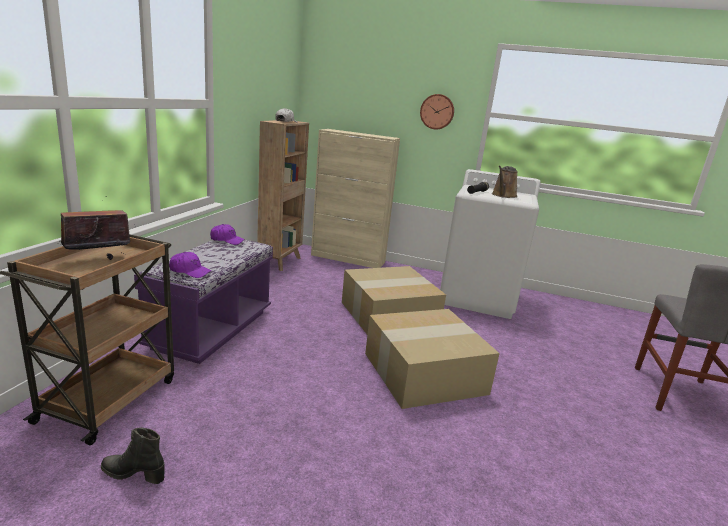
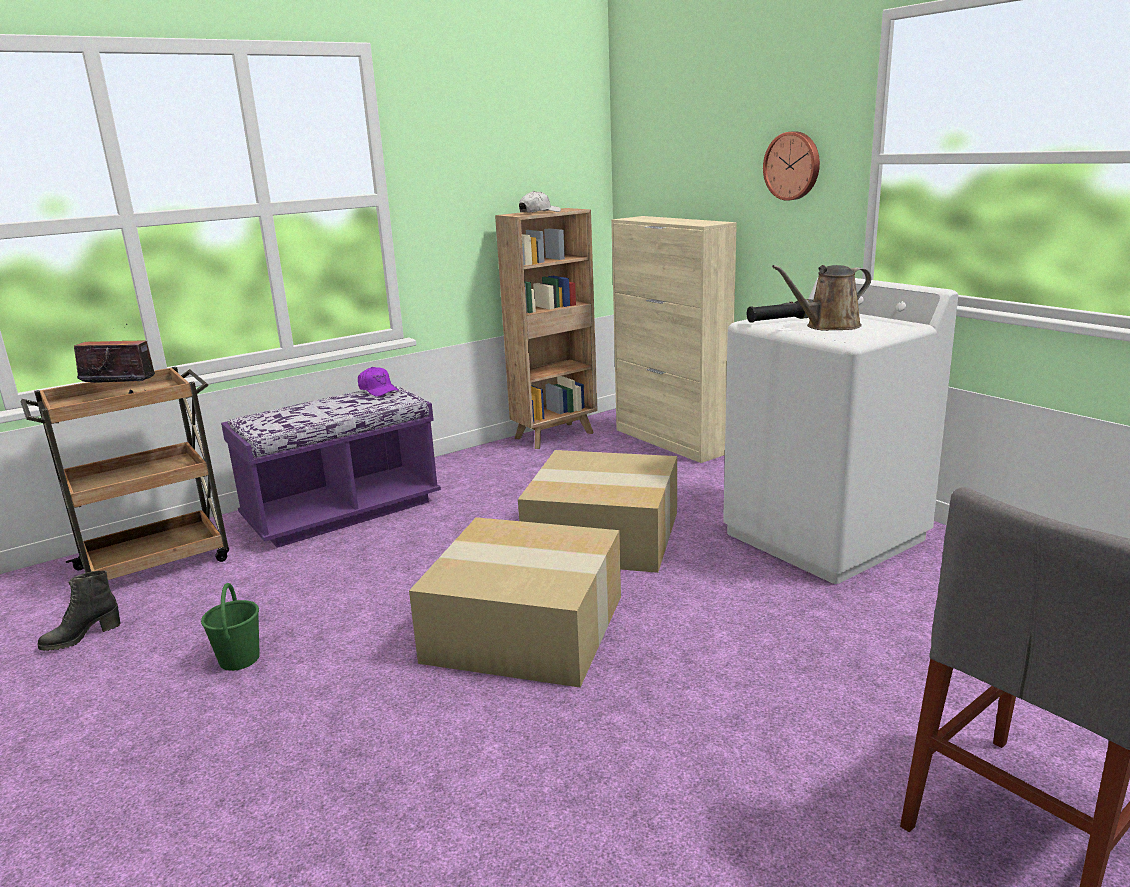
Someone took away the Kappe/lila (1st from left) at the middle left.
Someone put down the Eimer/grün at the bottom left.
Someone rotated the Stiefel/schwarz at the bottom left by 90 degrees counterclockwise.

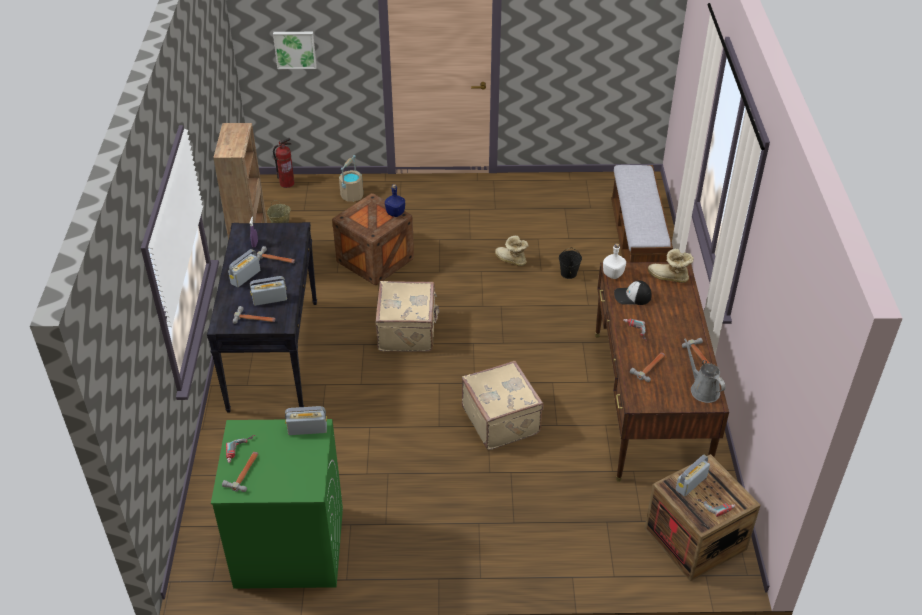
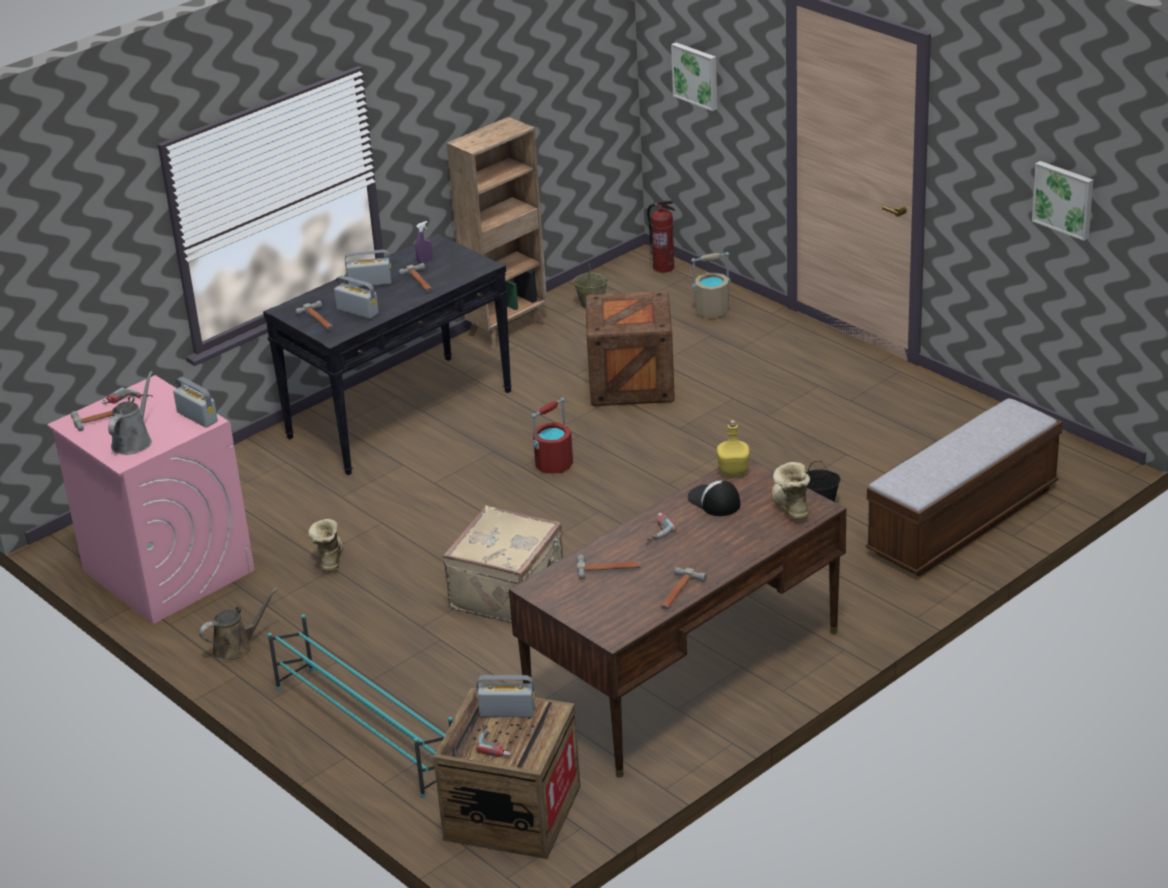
Someone took away the Flasche/blau at the top centre.
Someone put down the Gießkanne/braun at the bottom left.
Someone put down the Schuhregal/türkis at the bottom left.
Someone put up the Bild (2nd from left) at the top right.
Someone carried the Stiefel (1st from left) from the centre to the middle left.
Someone carried the Gießkanne/grau from the middle right to the middle left.
Someone swapped the Koffer/beige (1st from left) at the centre for the Eimer/rot at the centre.
Someone repainted the Waschmaschine/grün at the bottom left, which became the Waschmaschine/rosa at the middle left.
Someone repainted the Flasche/weiß at the centre, which became the Flasche/gelb at the centre.

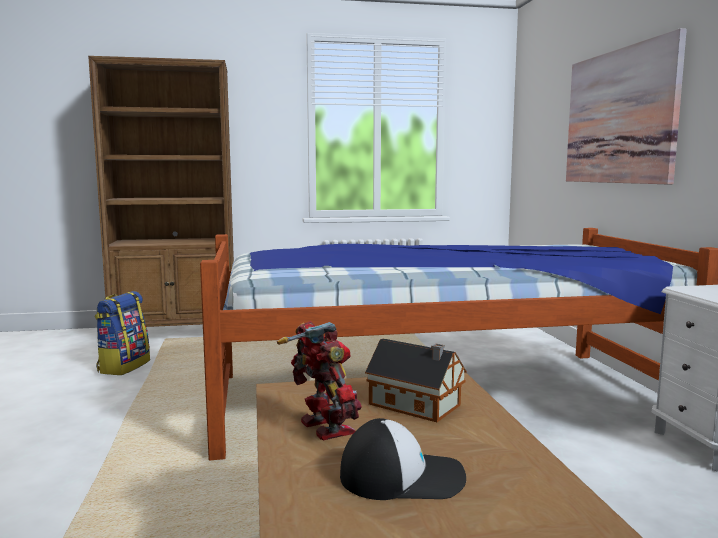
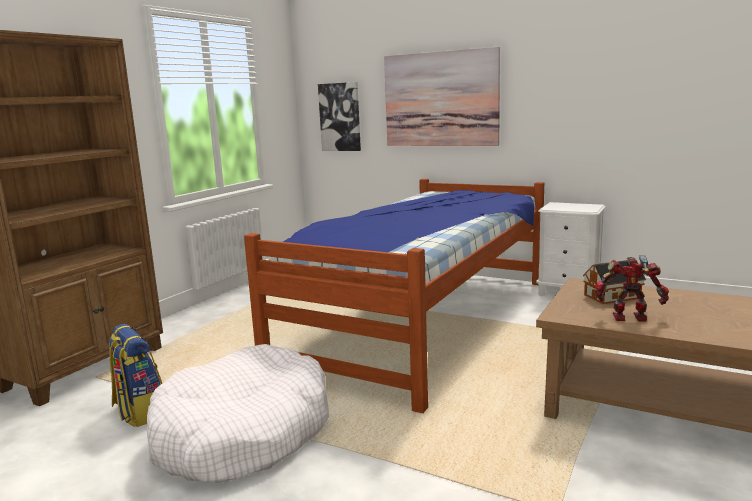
Someone took away the Kappe at the bottom centre.
Someone put down the Hundebett/weiß at the bottom left.
Someone put up the Bild (1st from left) at the top centre.

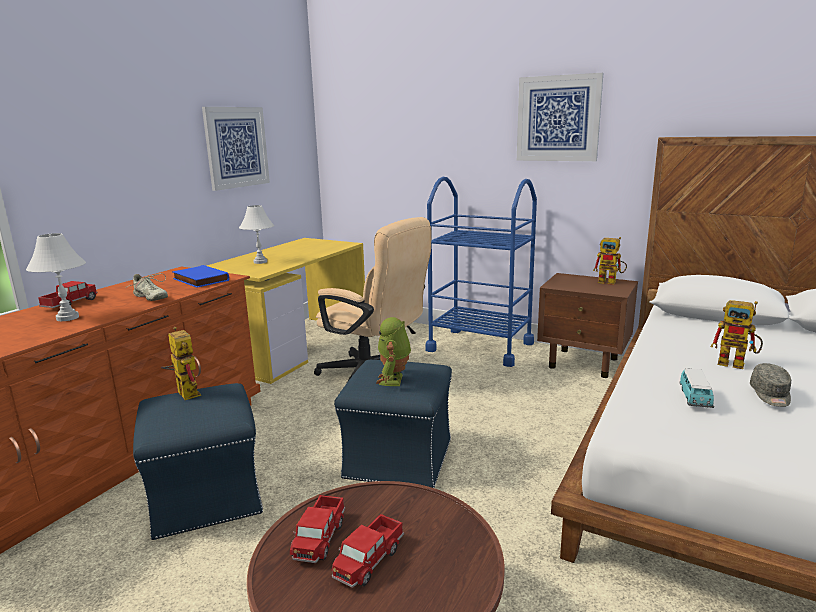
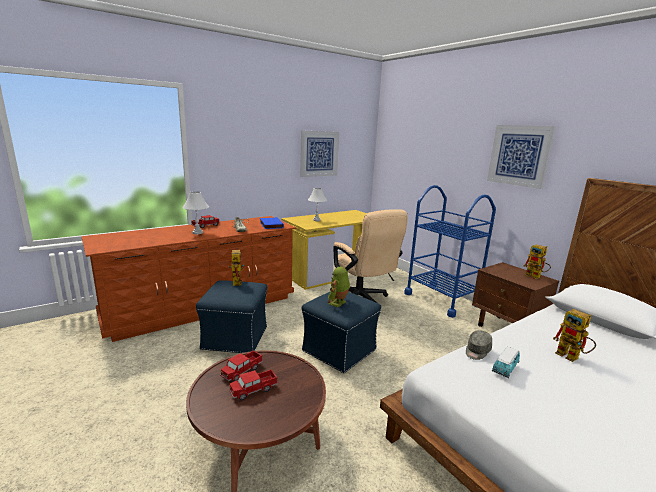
Someone carried the Kappe/grau from the middle right to the bottom right.

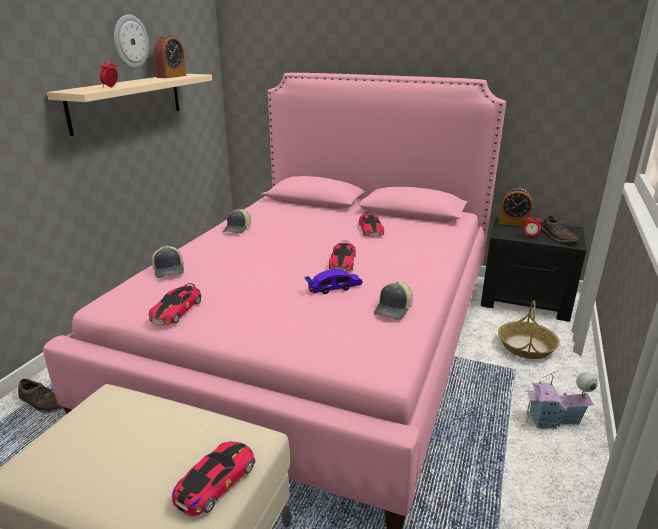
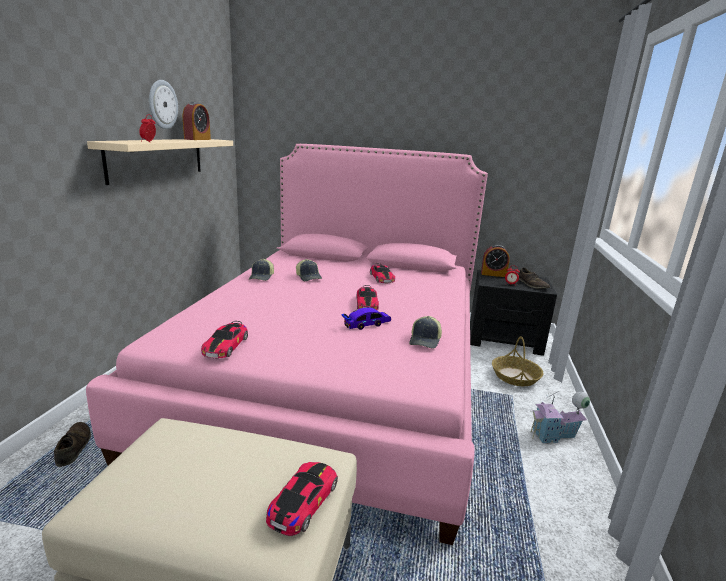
Someone carried the Kappe (1st from left in the first image) from the middle left to the centre.
Someone rotated the Schuh/braun (1st from left) at the bottom left by 120 degrees counterclockwise.

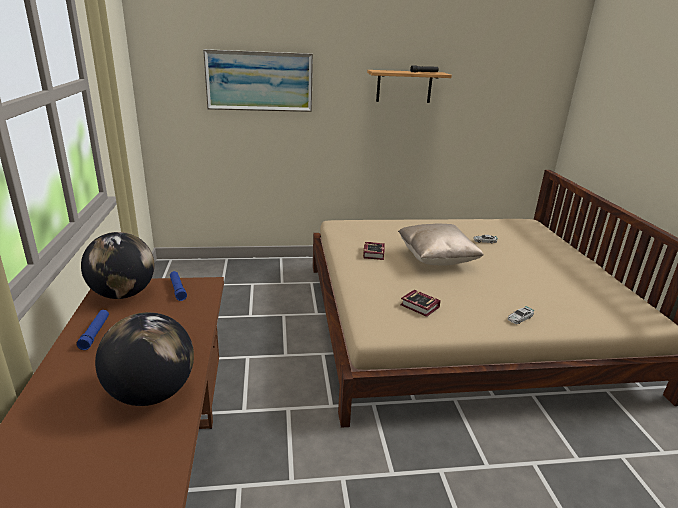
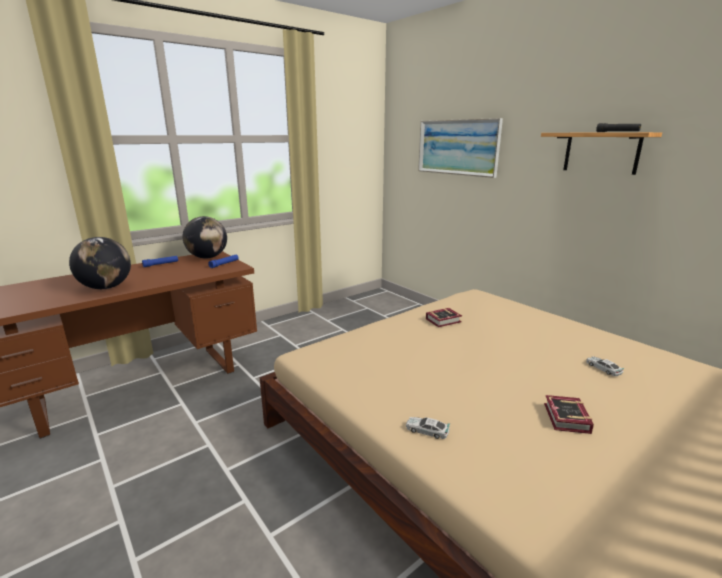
Someone took away the Kissen/beige at the centre.
Someone carried the Buch (2nd from left) from the centre to the bottom right.

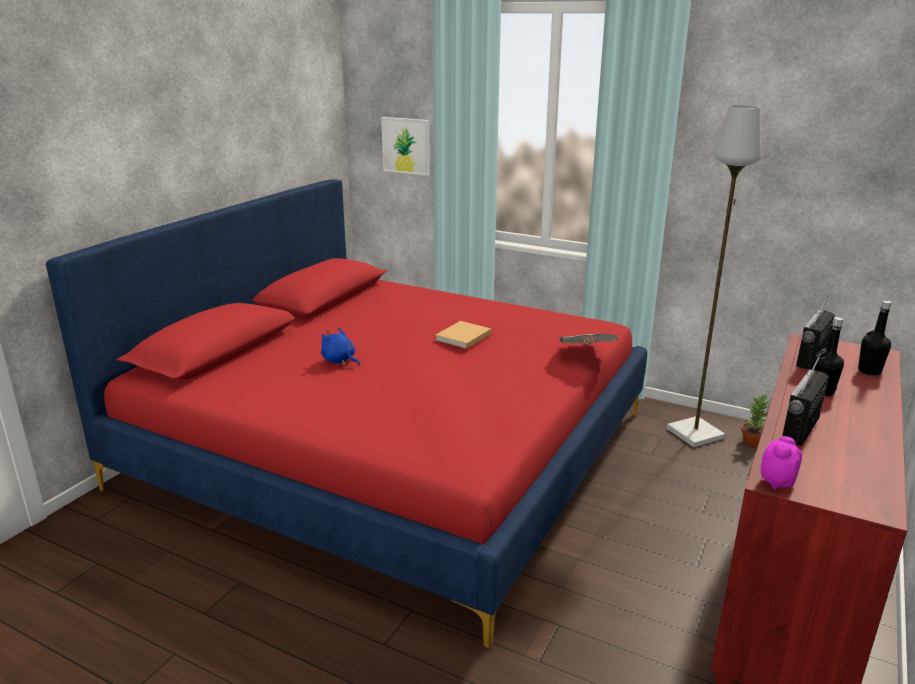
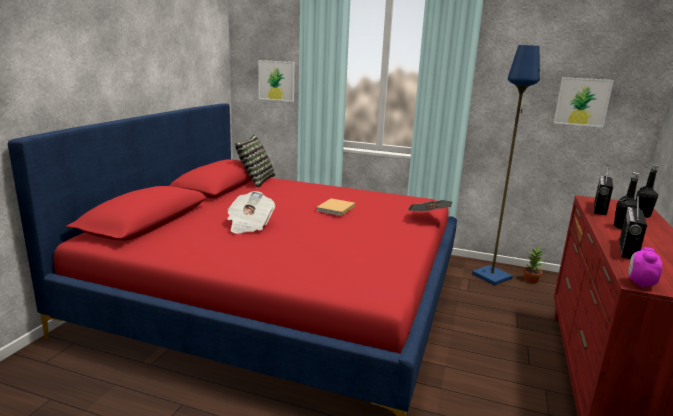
Someone put down the Kissen at the centre.
Someone put up the Bild (2nd from left) at the top right.
Someone swapped the Plüschtier/blau at the centre for the Zeitung (1st from left) at the centre.
Someone repainted the Stehlampe/grau at the middle right, which became the Stehlampe/blau at the middle right.

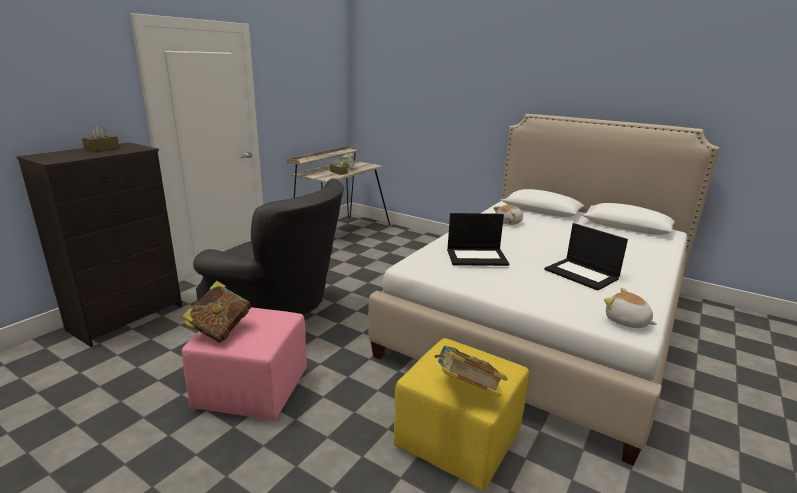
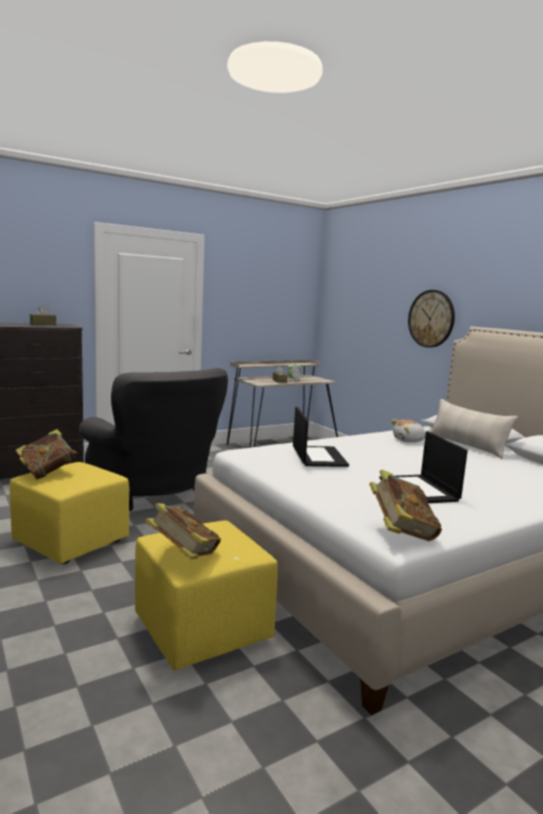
Someone put up the Wanduhr at the middle right.
Someone put down the Kissen/beige at the middle right.
Someone swapped the Plüschtier (2nd from left) at the middle right for the Buch (3rd from left) at the middle right.
Someone repainted the Polsterhocker/rosa at the bottom left, which became the Polsterhocker/gelb (1st from left) at the middle left.
Someone rotated the Laptop (1st from left) at the centre by 120 degrees counterclockwise.

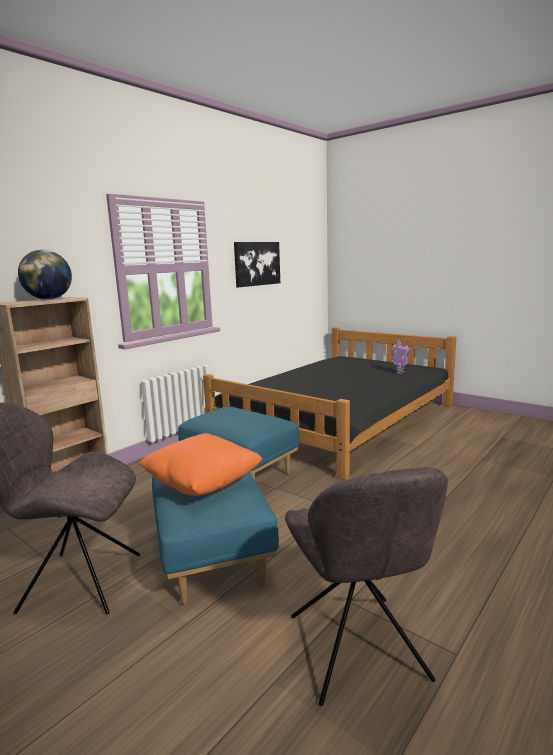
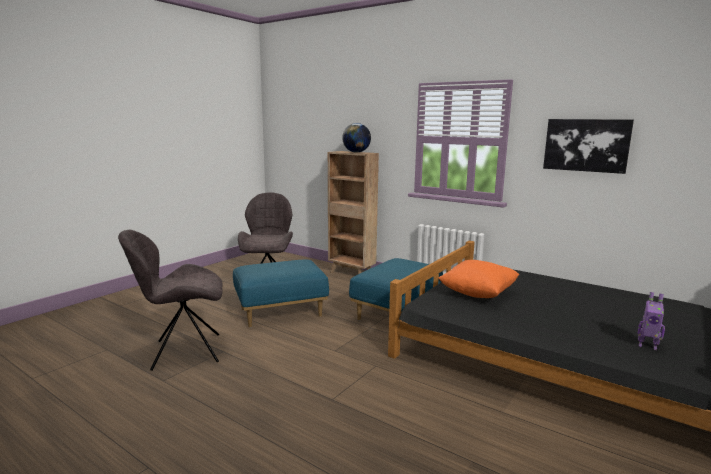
Someone carried the Kissen/orange from the centre to the middle right.

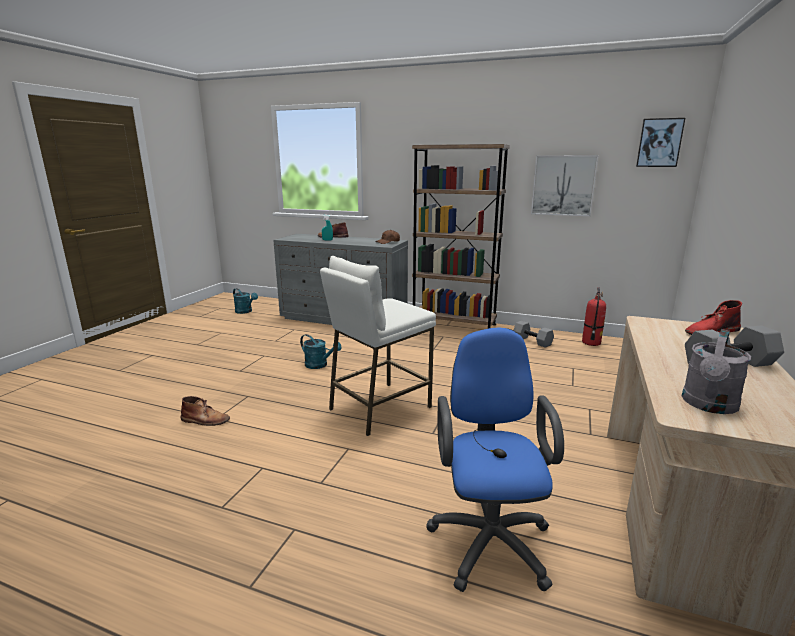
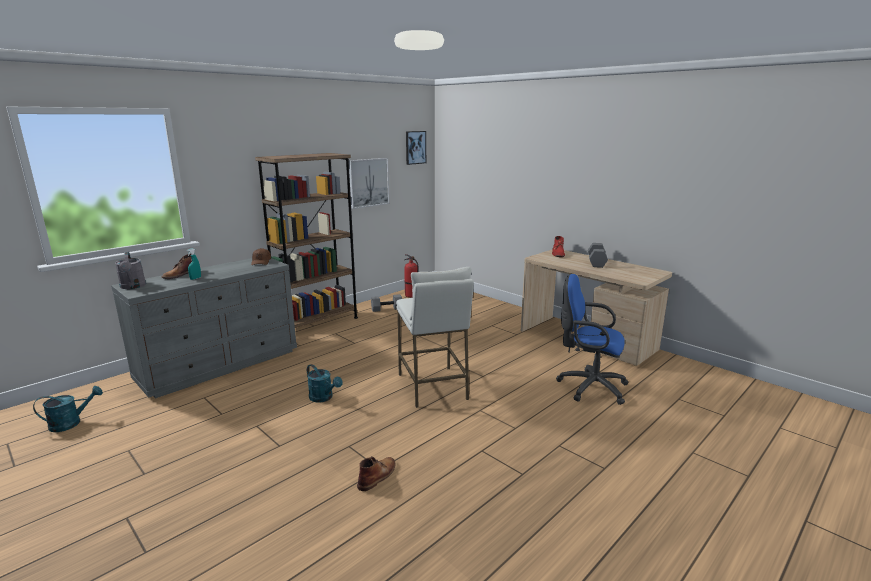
Someone carried the Gießkanne/grau from the middle right to the middle left.
Someone rotated the Gießkanne/türkis (2nd from left) at the centre by 75 degrees clockwise.

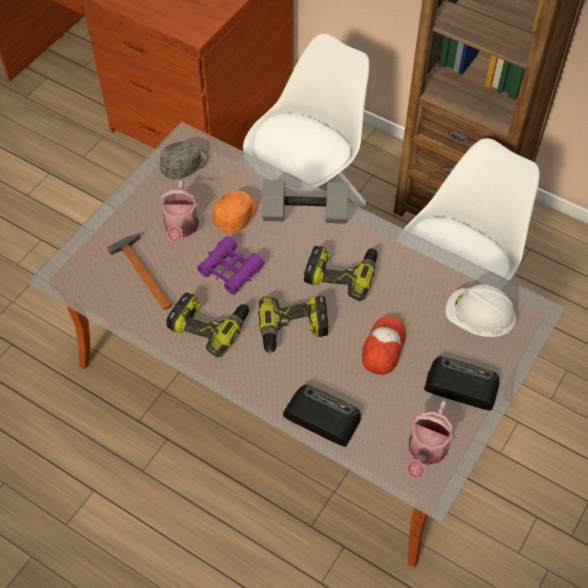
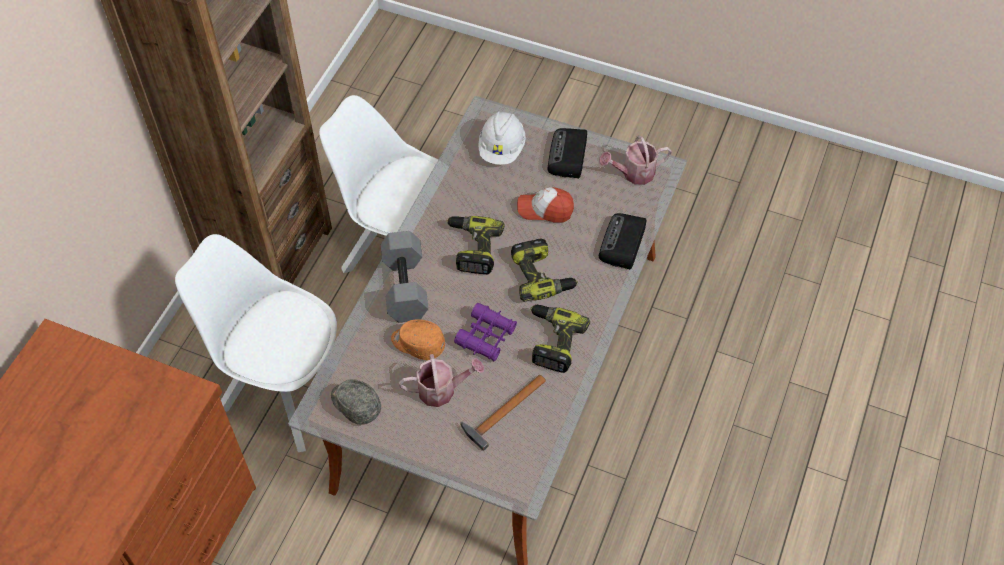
Someone rotated the Gießkanne (2nd from left) at the bottom right by 150 degrees clockwise.

